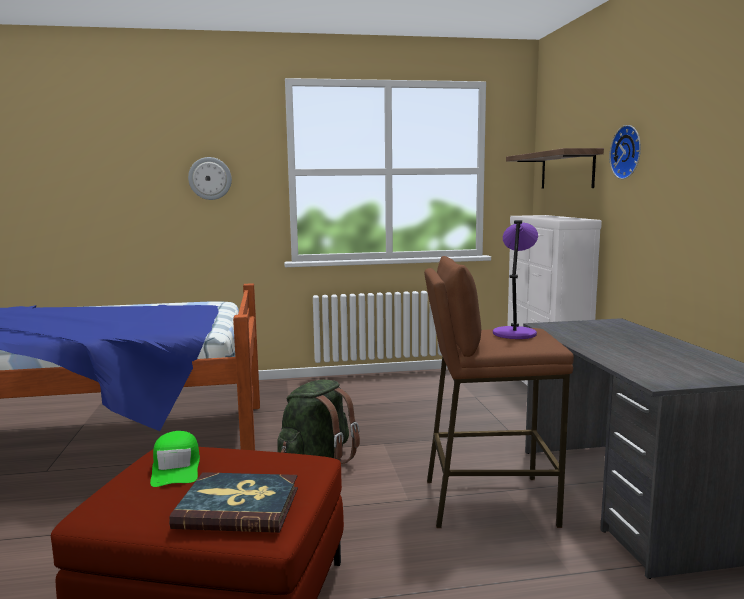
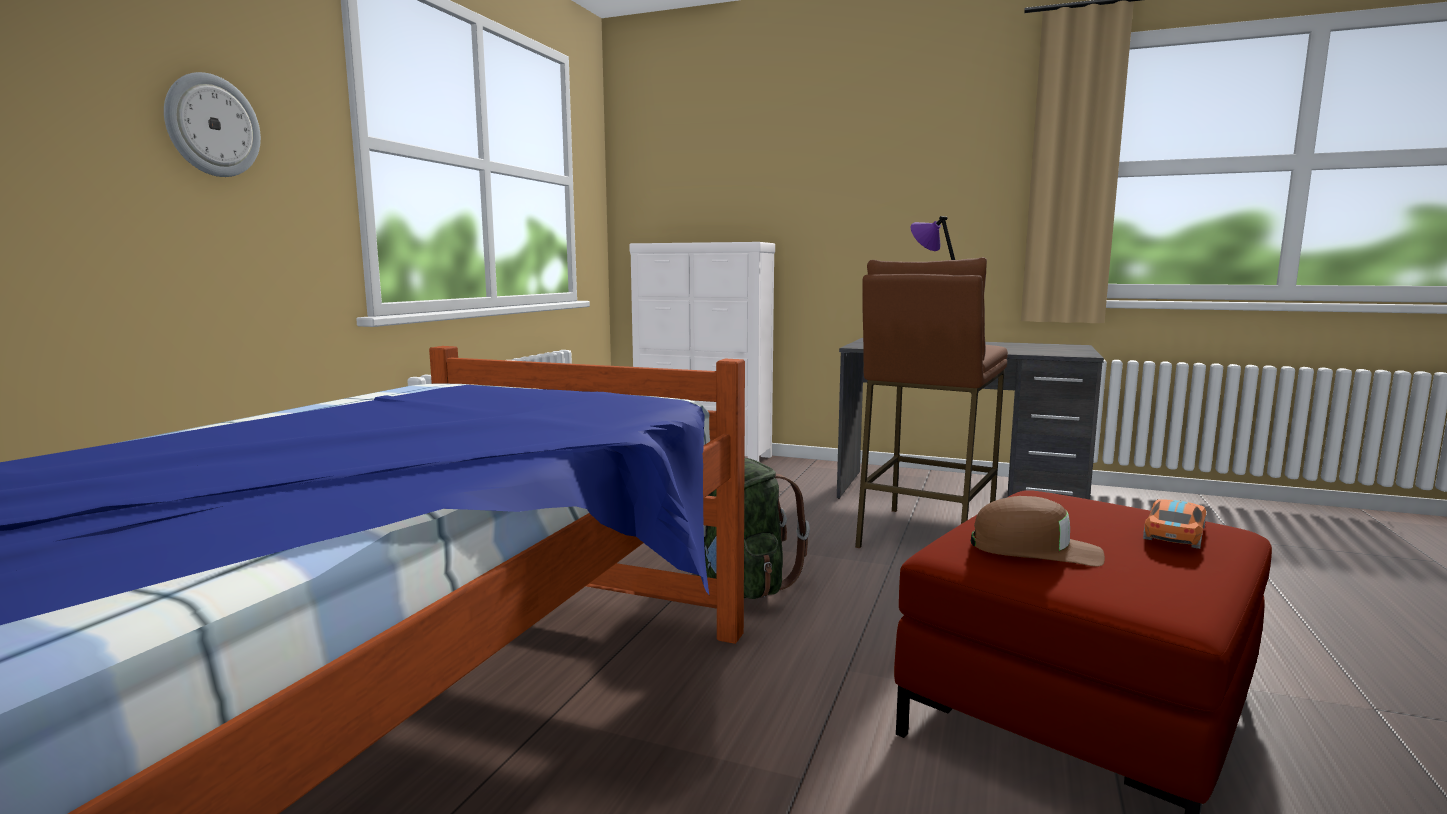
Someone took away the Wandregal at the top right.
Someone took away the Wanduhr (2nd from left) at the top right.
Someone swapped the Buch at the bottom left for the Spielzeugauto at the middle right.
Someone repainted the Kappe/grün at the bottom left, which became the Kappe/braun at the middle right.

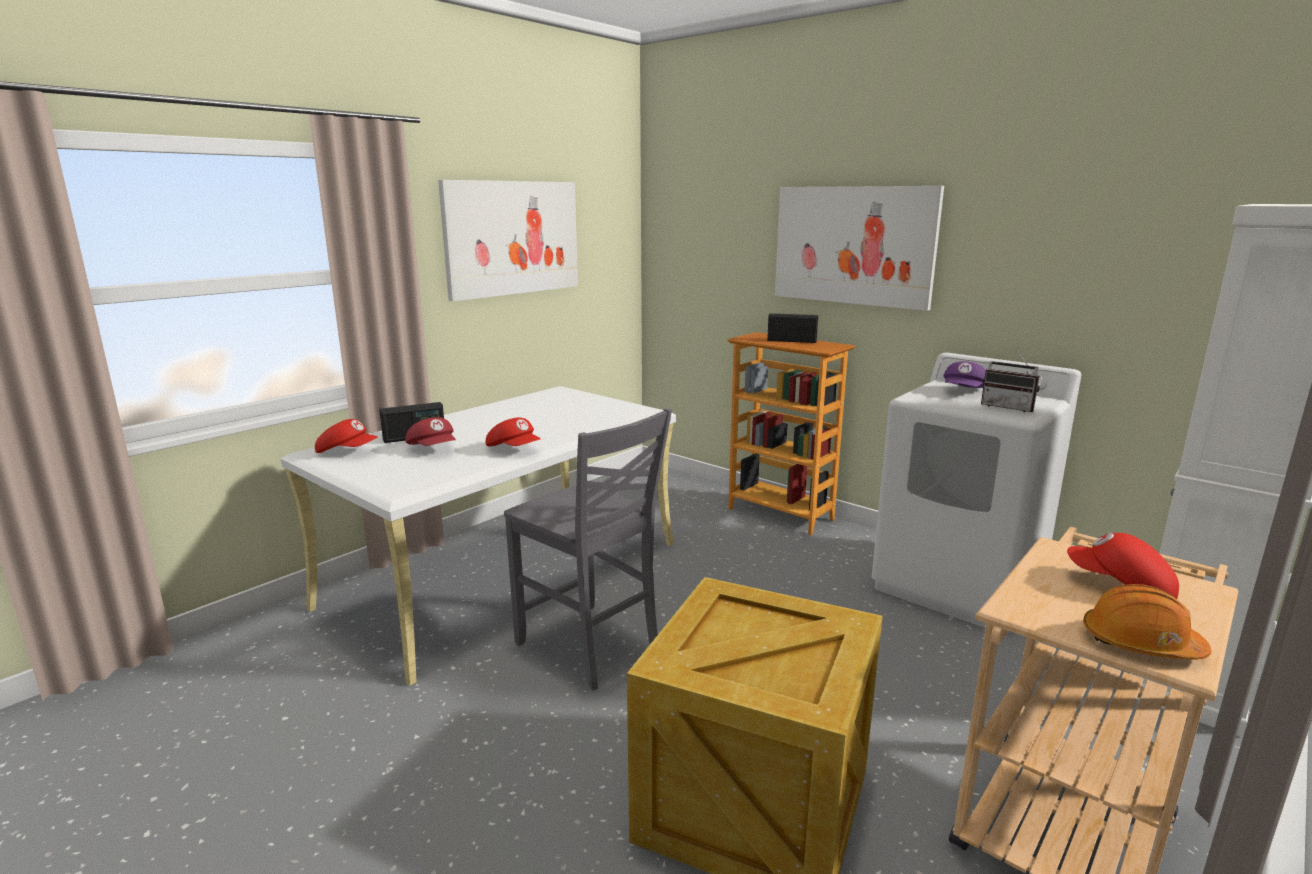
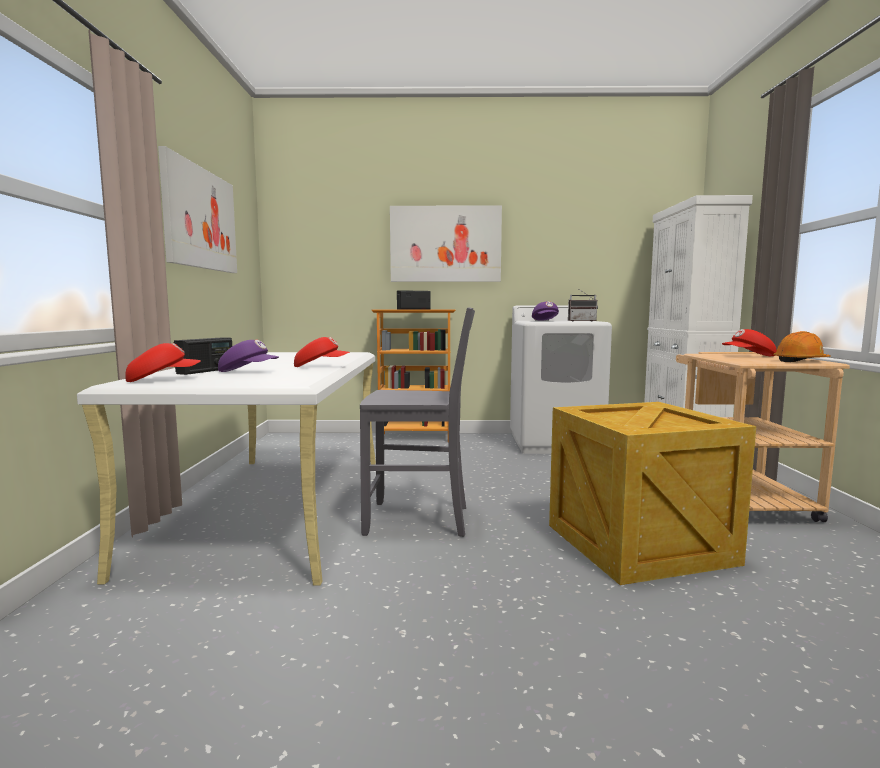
Someone repainted the Kappe/rot (2nd from left) at the middle left, which became the Kappe/lila (1st from left) at the middle left.

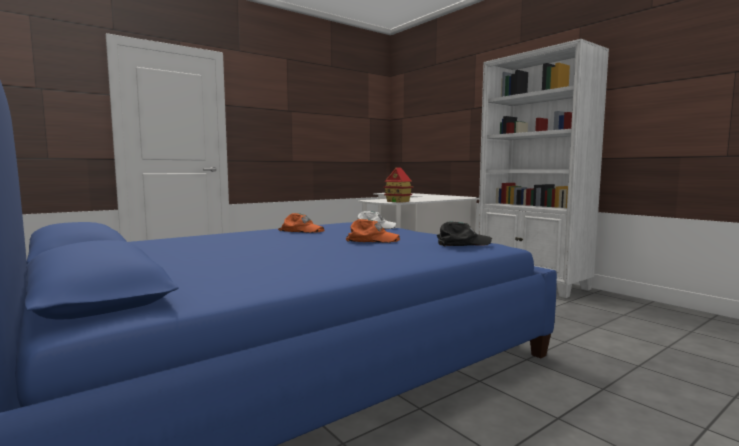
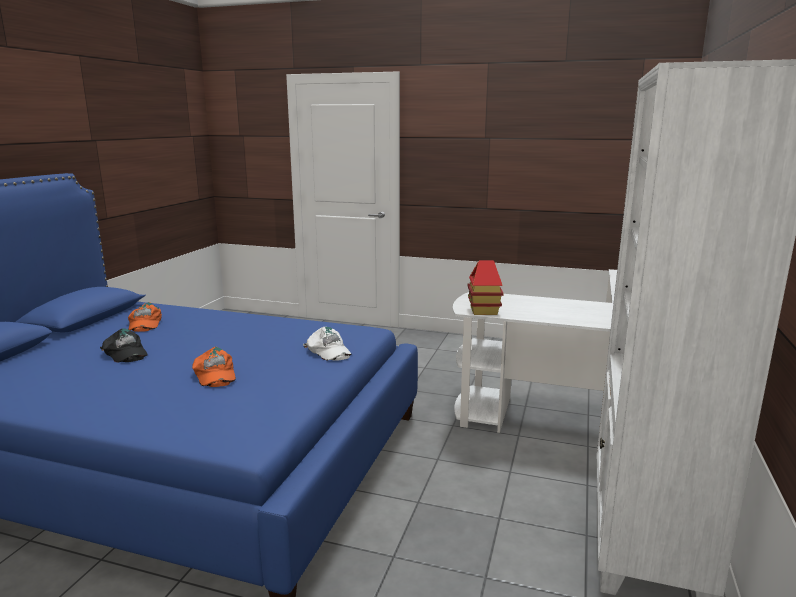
Someone carried the Kappe/orange (1st from left) from the centre to the middle left.
Someone carried the Kappe/schwarz from the centre to the middle left.

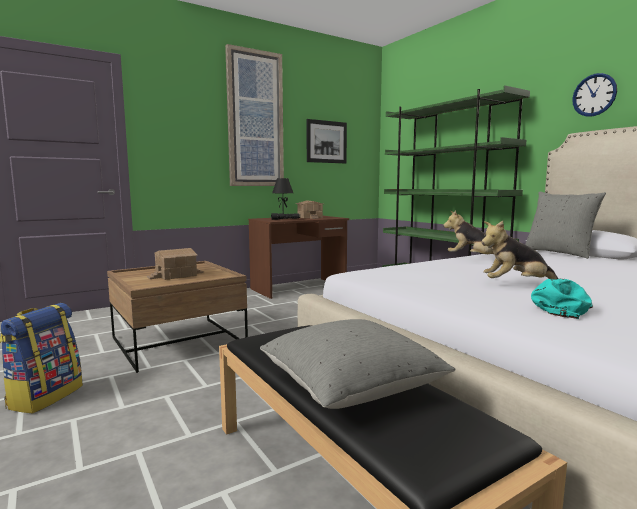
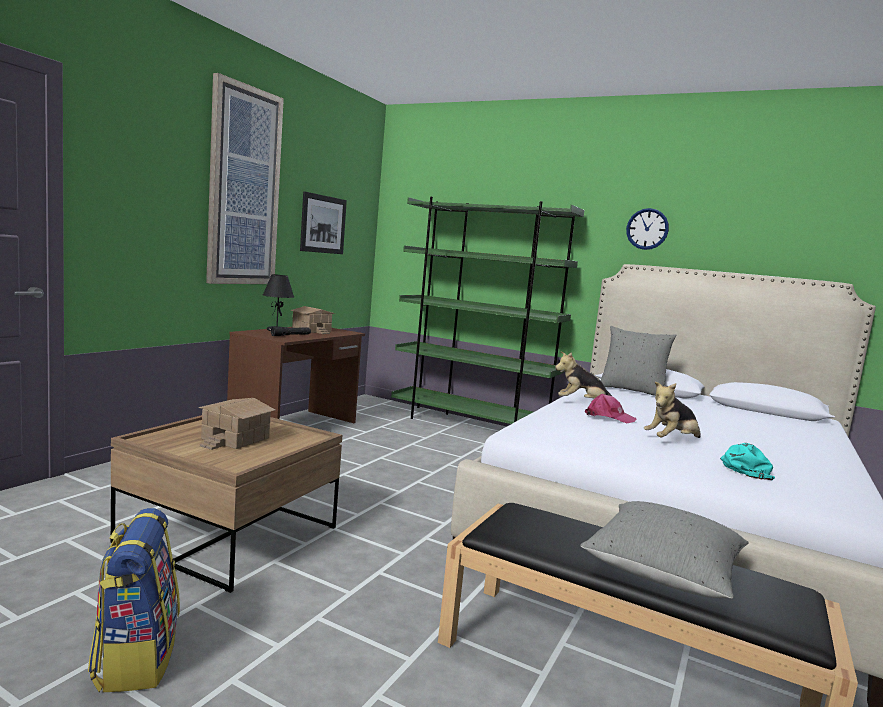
Someone put down the Kappe/rosa at the middle right.

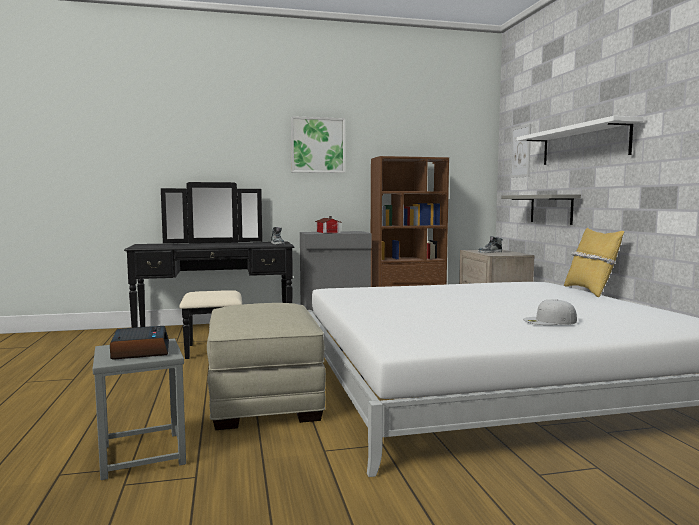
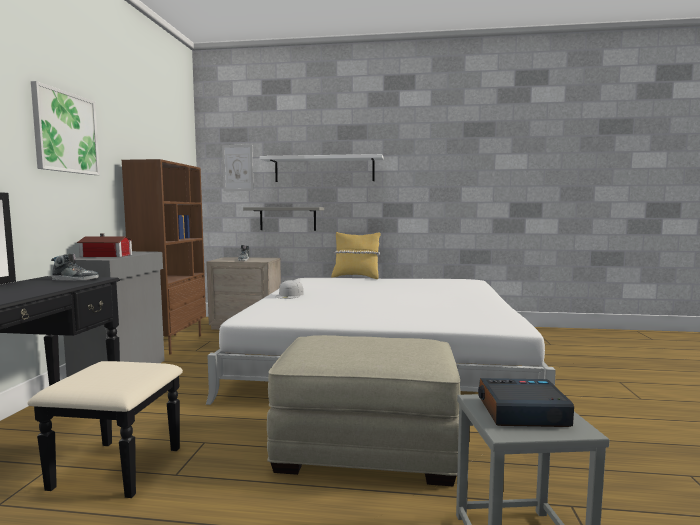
Someone carried the Kappe/weiß from the middle right to the centre.

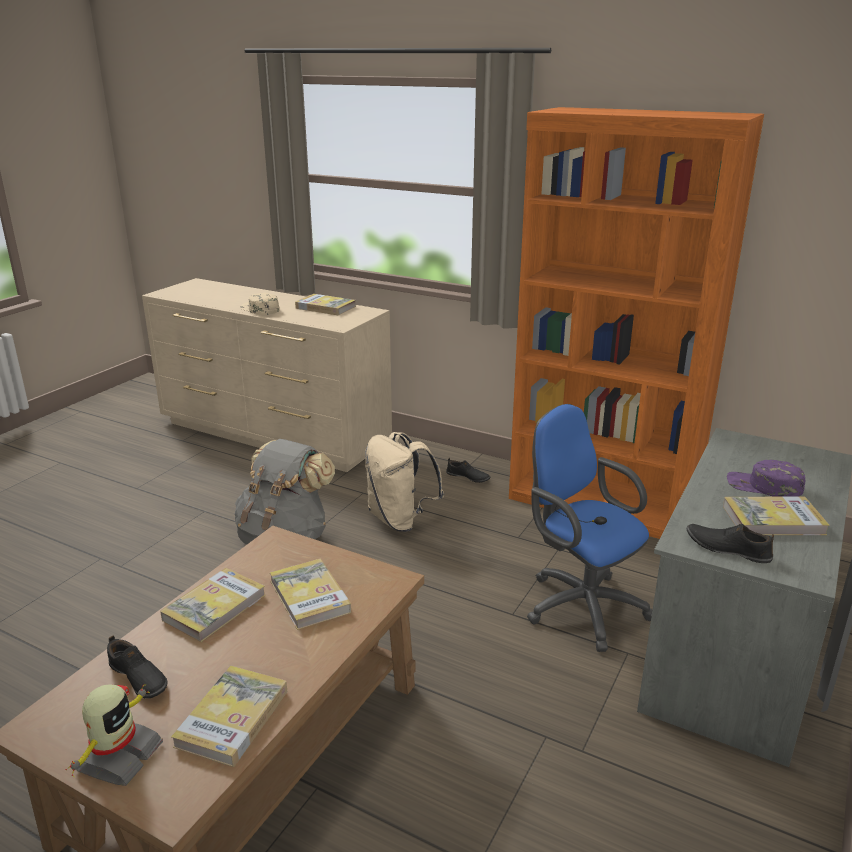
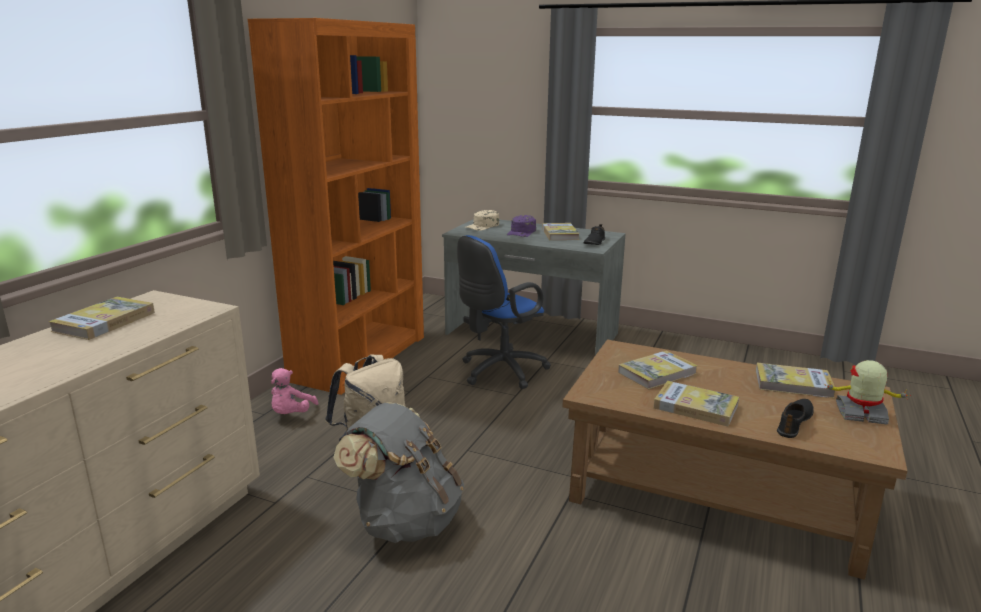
Someone carried the Kappe/beige from the middle left to the centre.
Someone swapped the Schuh/schwarz (2nd from left) at the centre for the Plüschtier/rosa at the middle left.

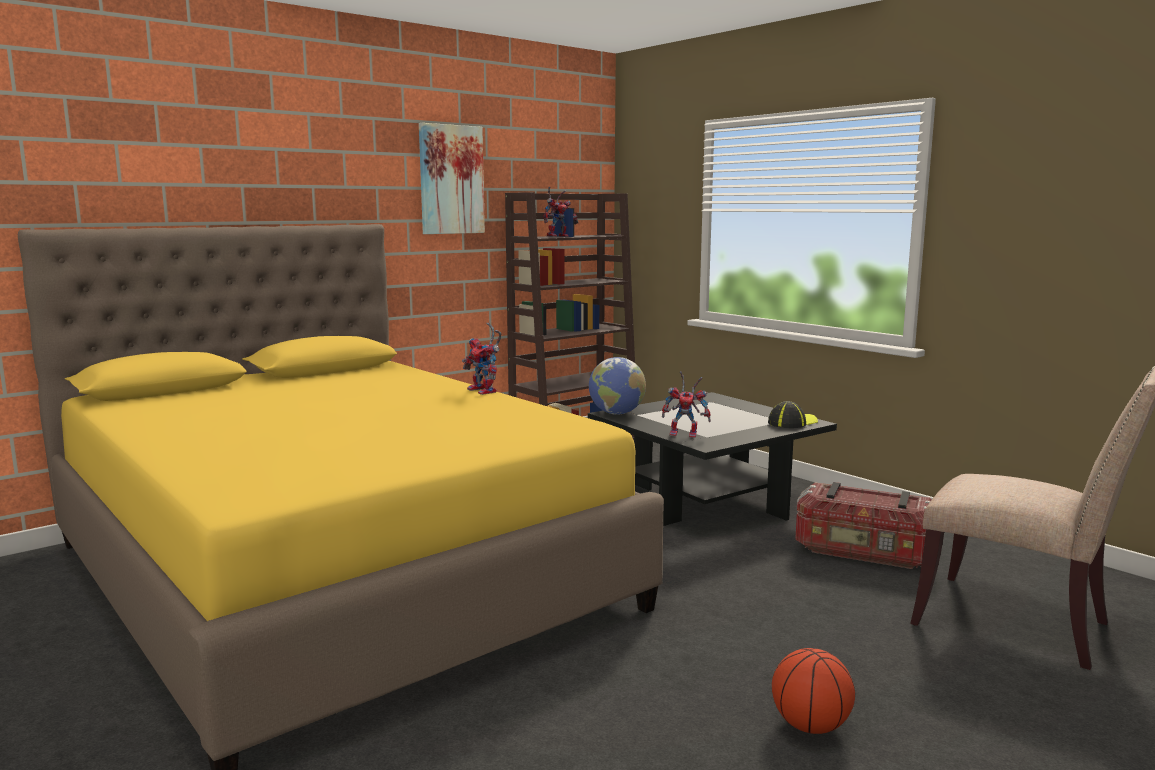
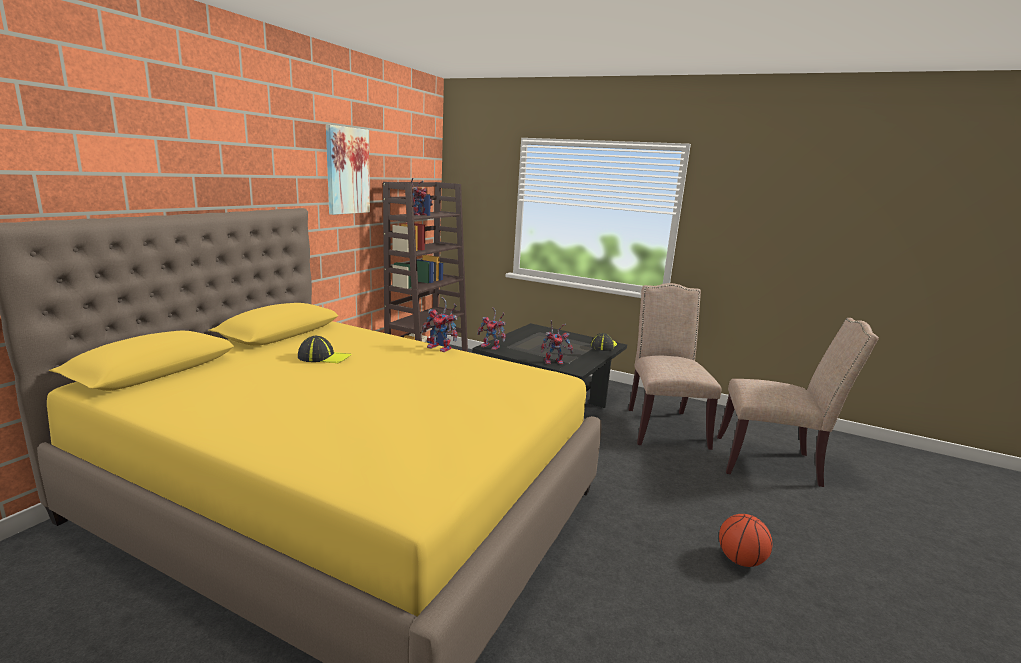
Someone put down the Kappe (1st from left) at the middle left.
Someone swapped the Globus at the centre for the Spielzeugroboter (3rd from left) at the centre.
Someone swapped the Aufbewahrungsbox at the bottom right for the Stuhl/beige (1st from left) at the centre.

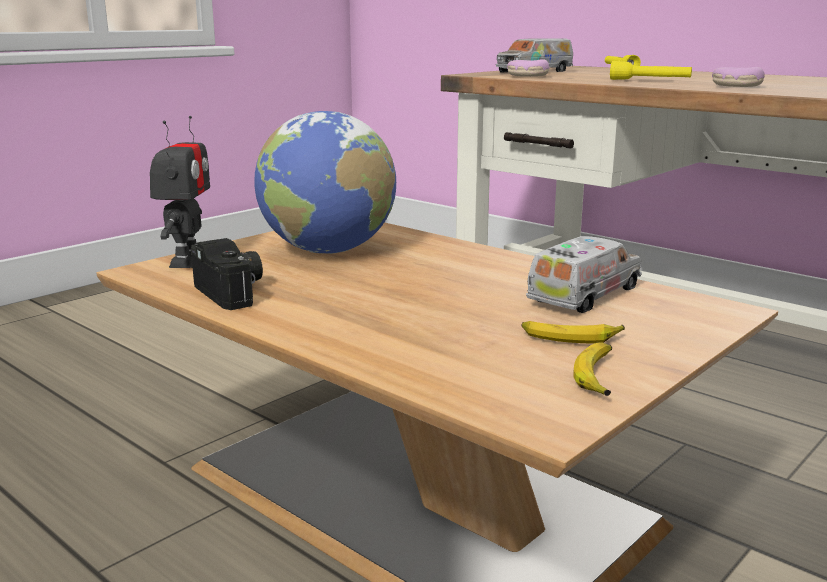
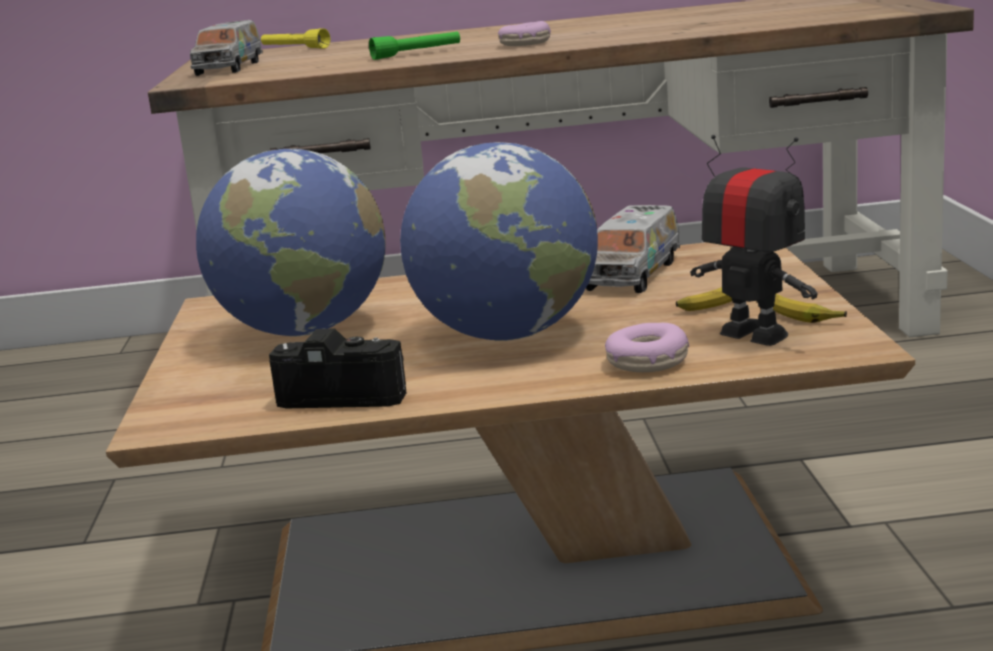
Someone put down the Globus (2nd from left) at the centre.
Someone carried the Spielzeugroboter from the top left to the middle right.
Someone carried the Donut (1st from left in the first image) from the top centre to the centre.
Someone repainted the Taschenlampe/gelb (2nd from left) at the top right, which became the Taschenlampe/grün at the top centre.
Someone rotated the Spielzeuglaster (2nd from left) at the middle right by 150 degrees counterclockwise.

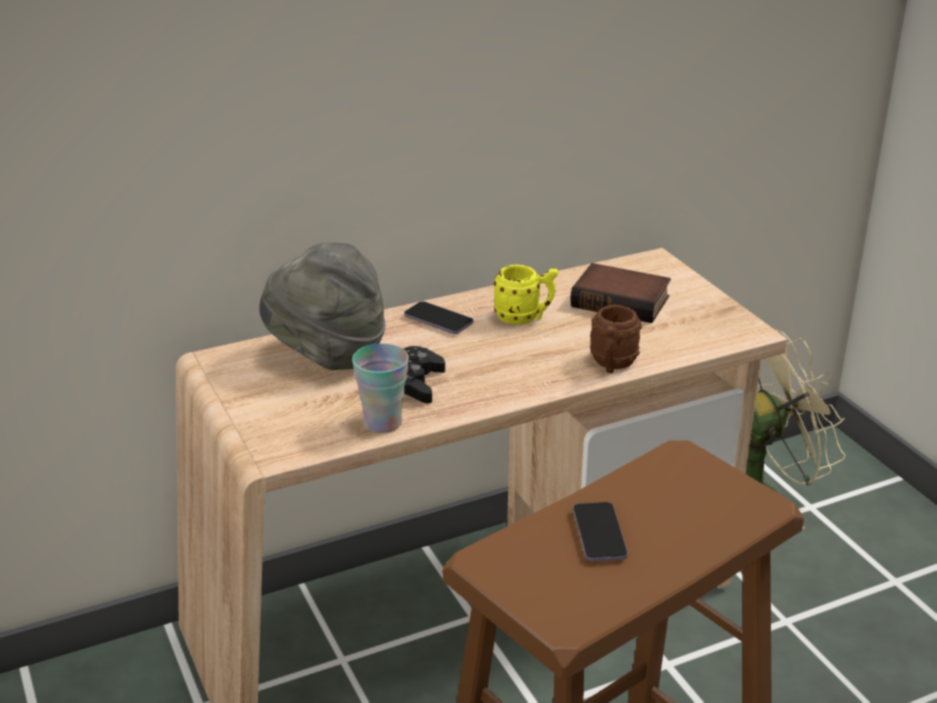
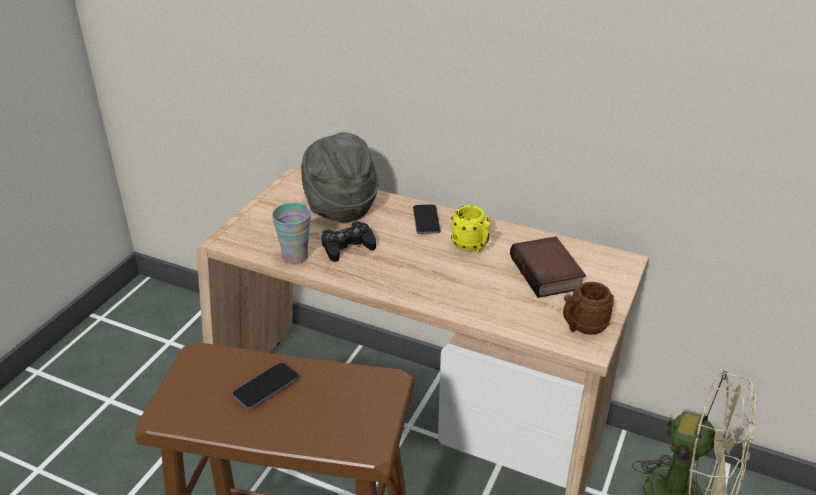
Someone carried the Henkelbecher/braun from the centre to the middle right.

